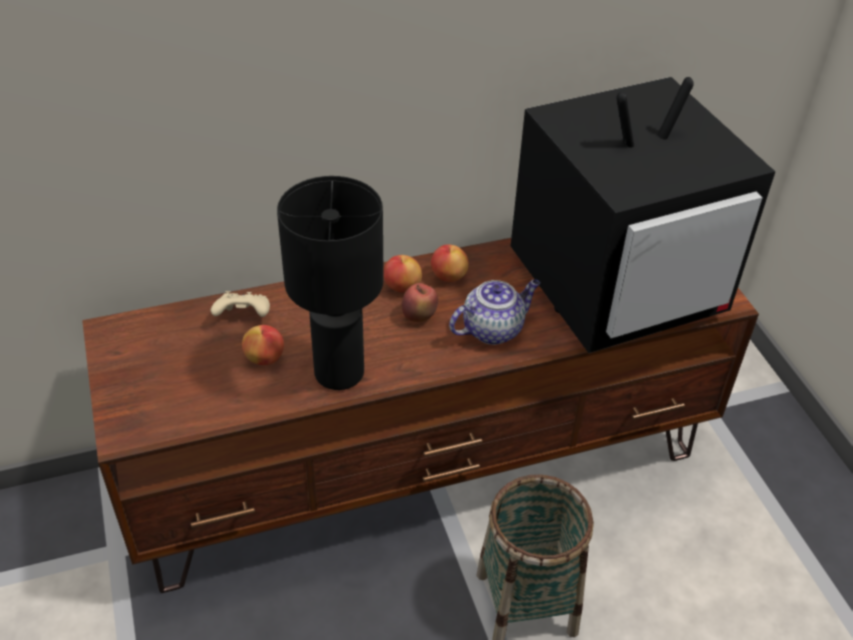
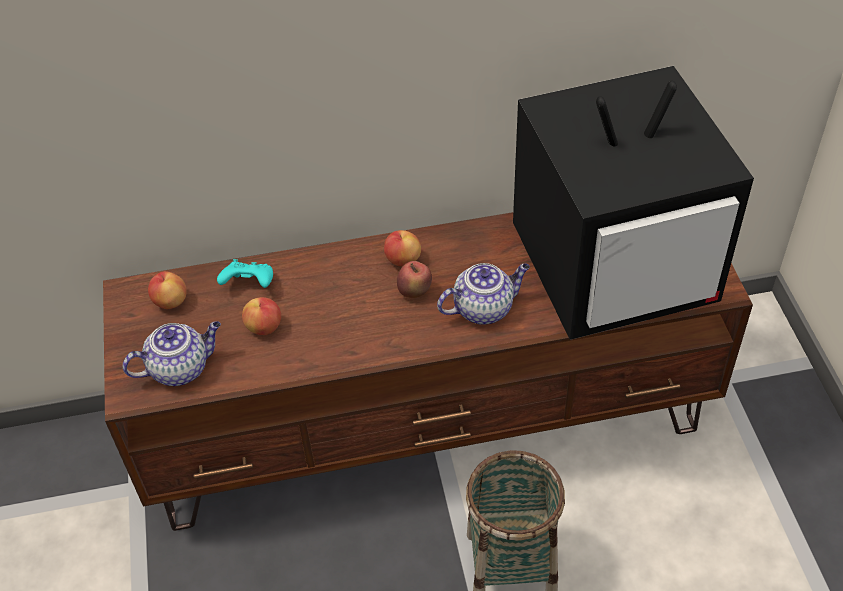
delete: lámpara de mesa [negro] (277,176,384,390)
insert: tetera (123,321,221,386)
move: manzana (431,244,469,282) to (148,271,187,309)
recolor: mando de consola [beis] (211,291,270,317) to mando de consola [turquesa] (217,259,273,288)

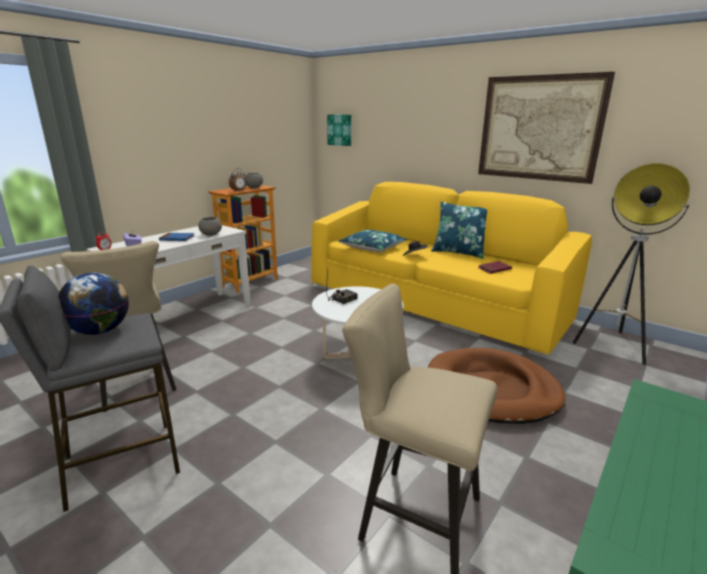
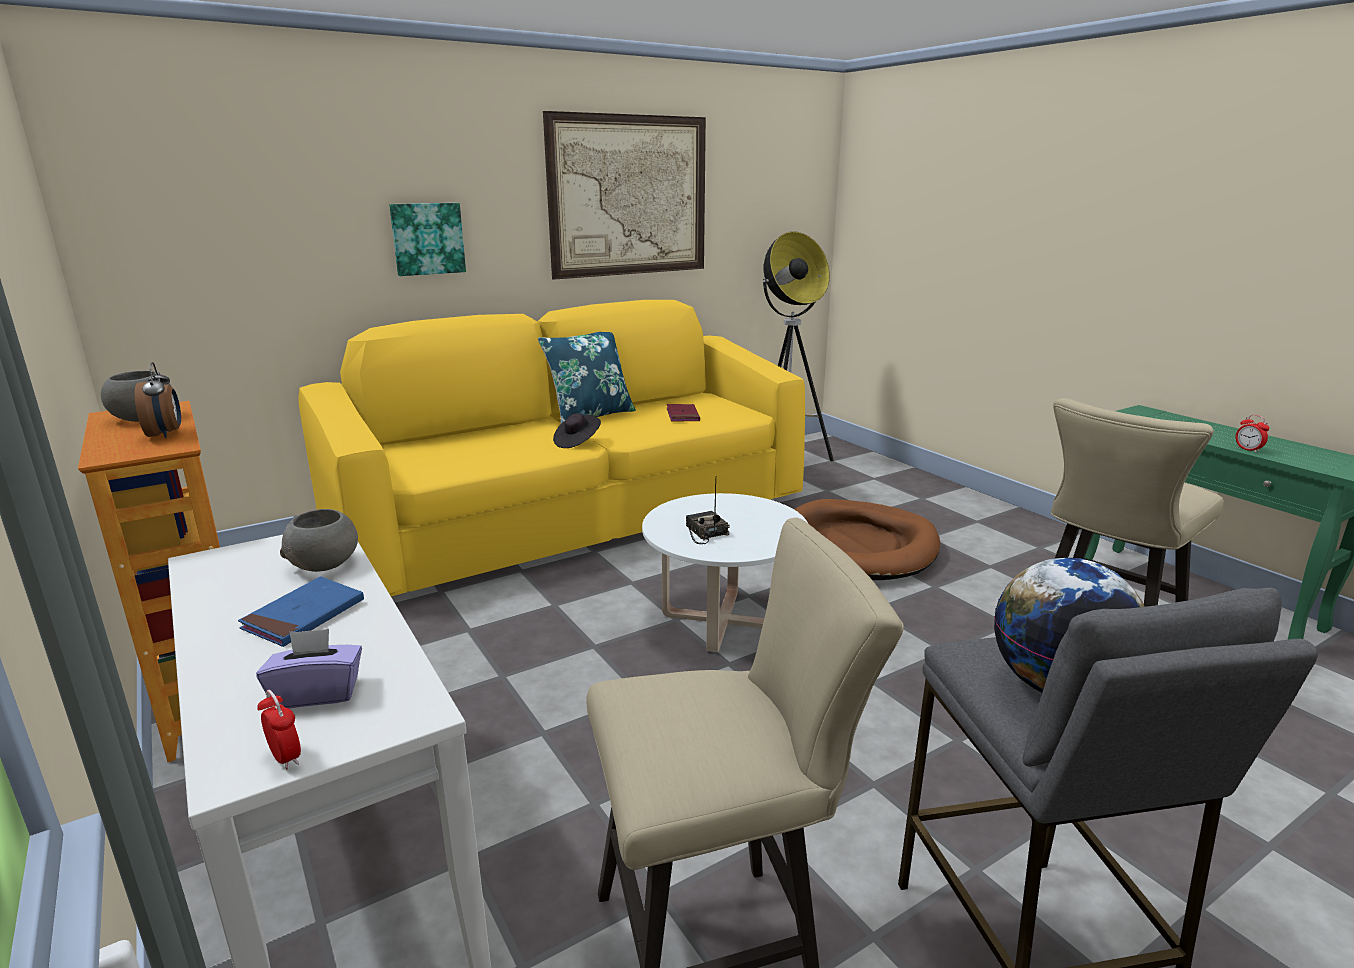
delete: cojín [azul] (338,230,407,252)
insert: despertador (1236,415,1269,453)
move: cuadro (327,115,351,146) to (389,203,466,276)

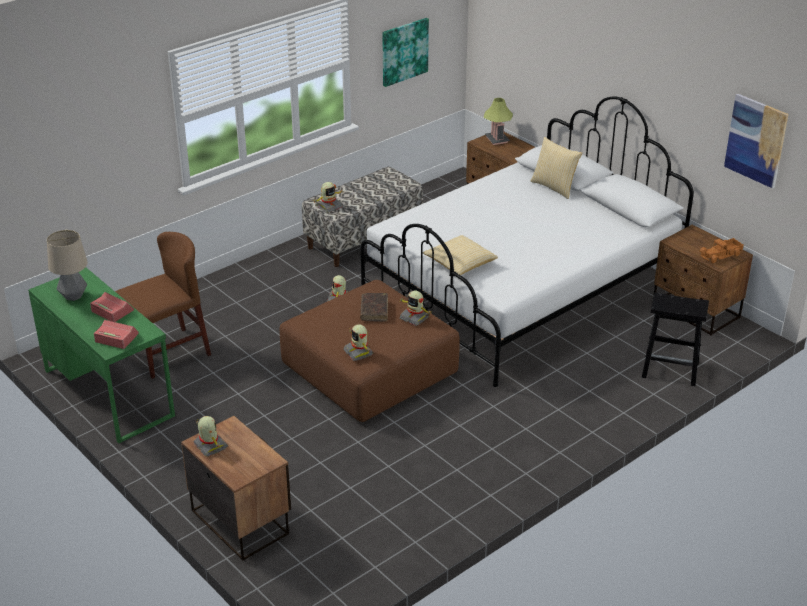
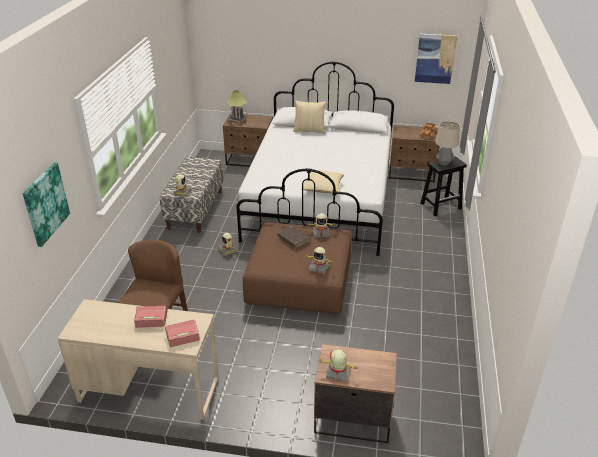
move: lámpara de mesa (47,230,88,301) to (435,121,460,166); cuadro (382,18,429,87) to (23,163,70,247)
recolor: escritorio [verde] (28,267,175,443) to escritorio [beis] (57,299,219,420)

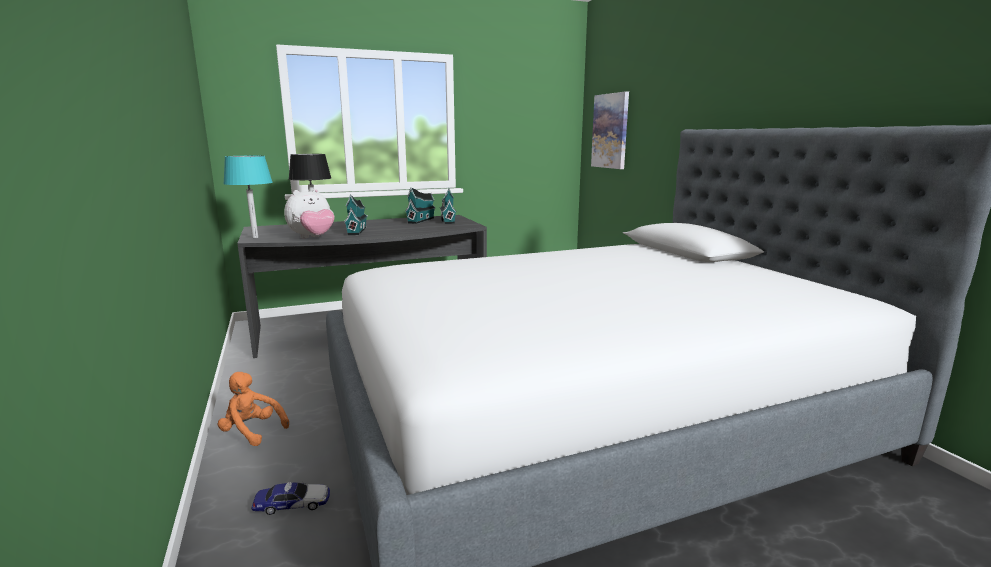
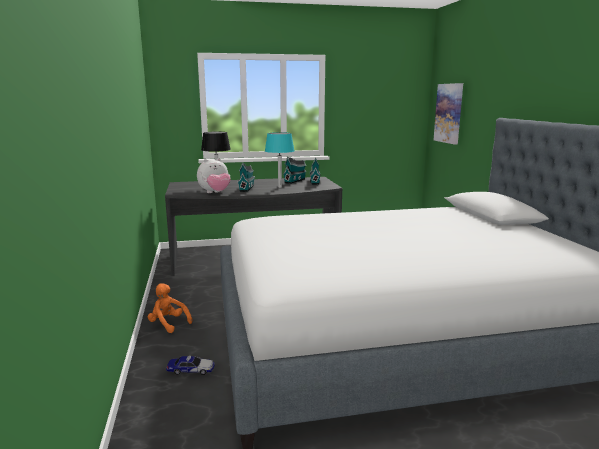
move: lámpara de mesa [turquesa] (223,156,273,238) to (265,132,295,188)

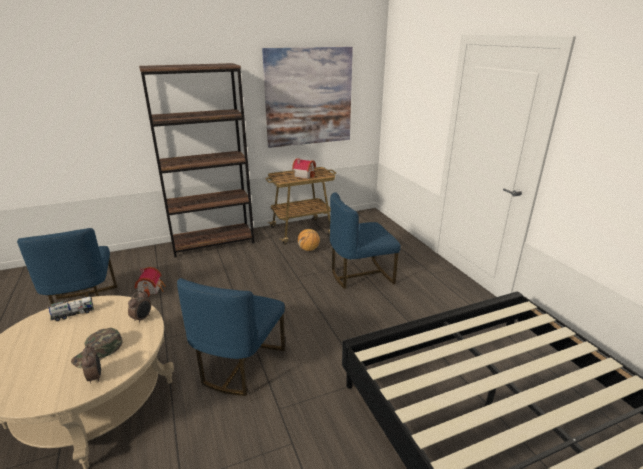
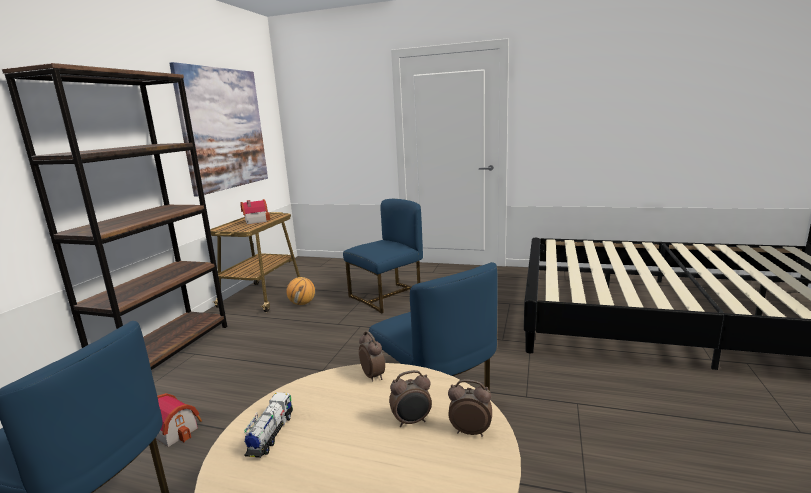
replace: gorra [verde] (71,328,122,368) to despertador (389,370,432,427)
rotate: silla [azul] (330,192,401,289) = (343,199,423,314) 150 degrees counterclockwise

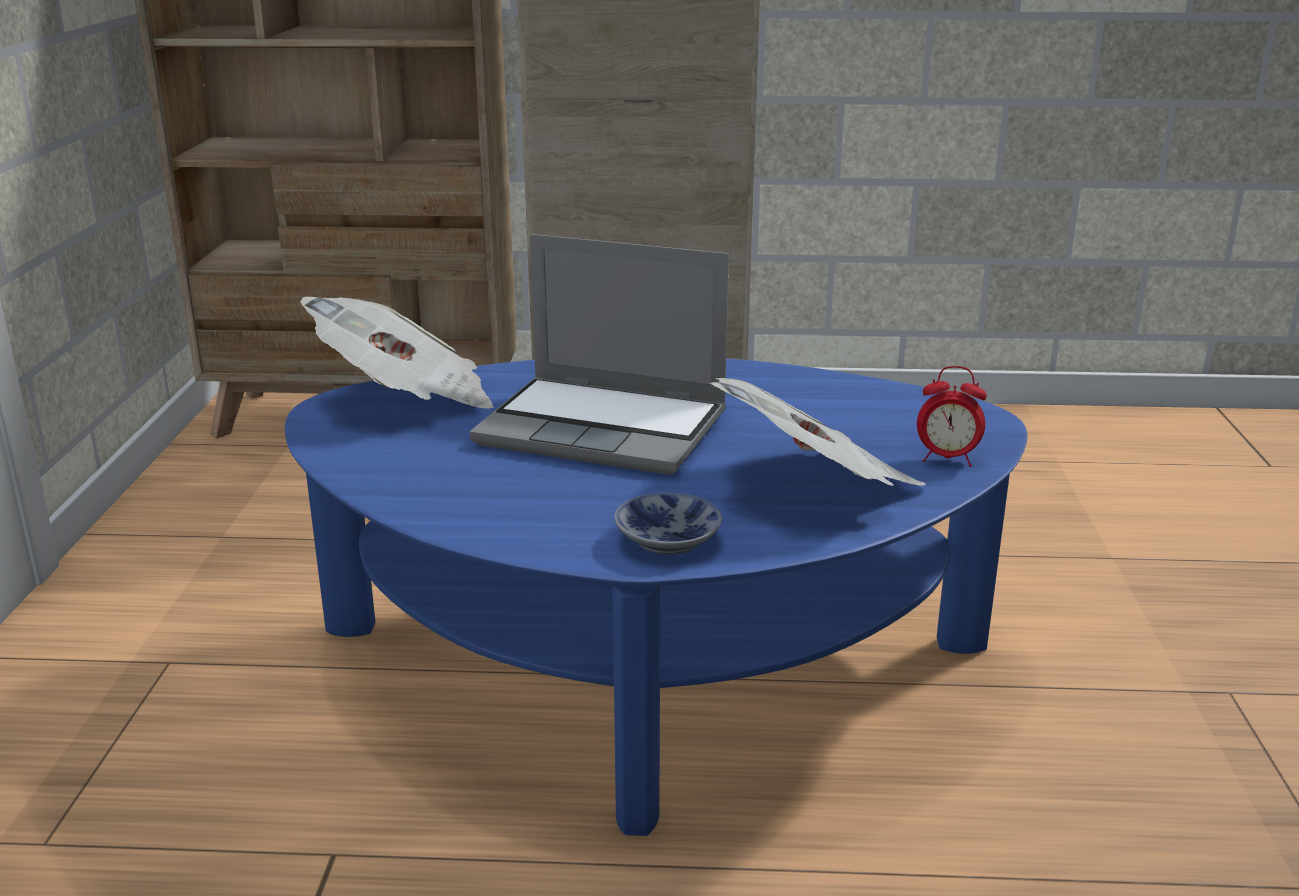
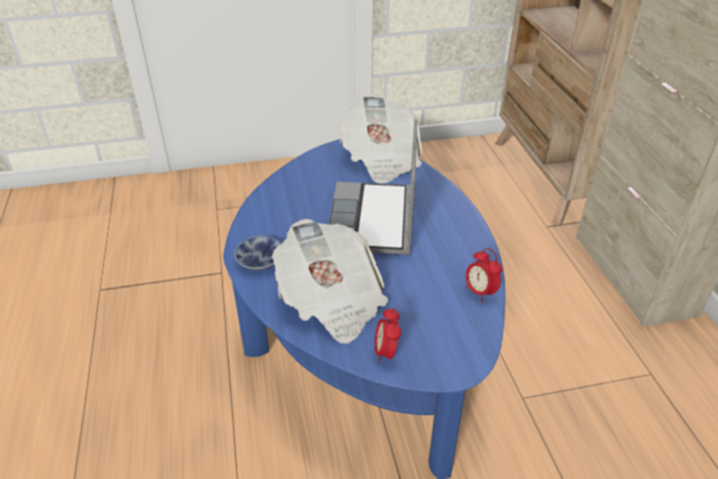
insert: despertador (465,248,503,303)

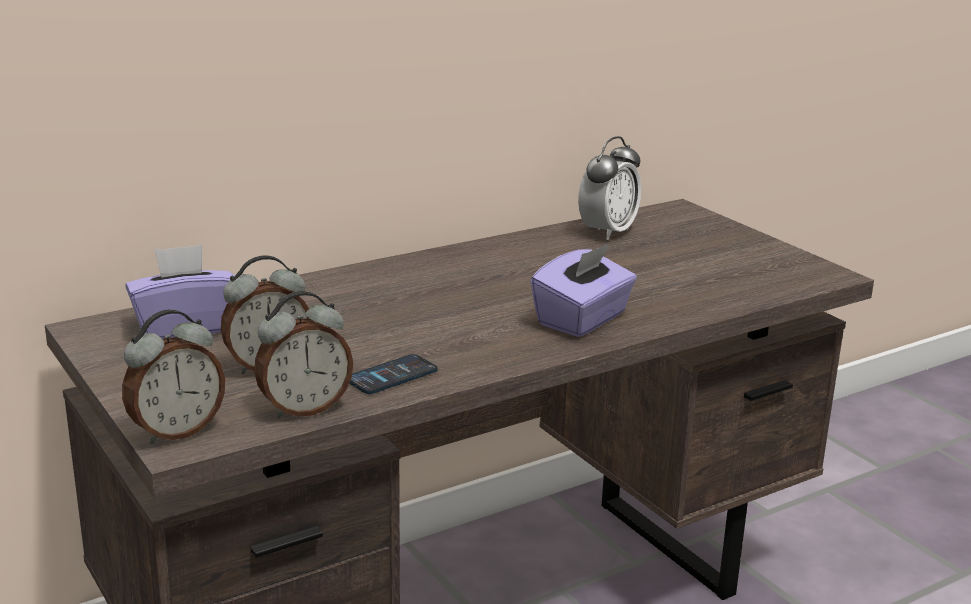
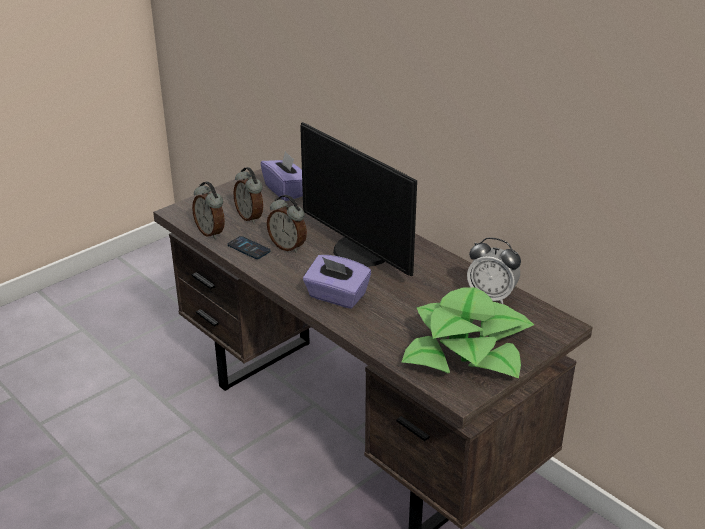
insert: monitor (300,122,417,276); planta en maceta (402,287,534,378)
move: despertador (122,309,225,444) to (267,195,307,253)

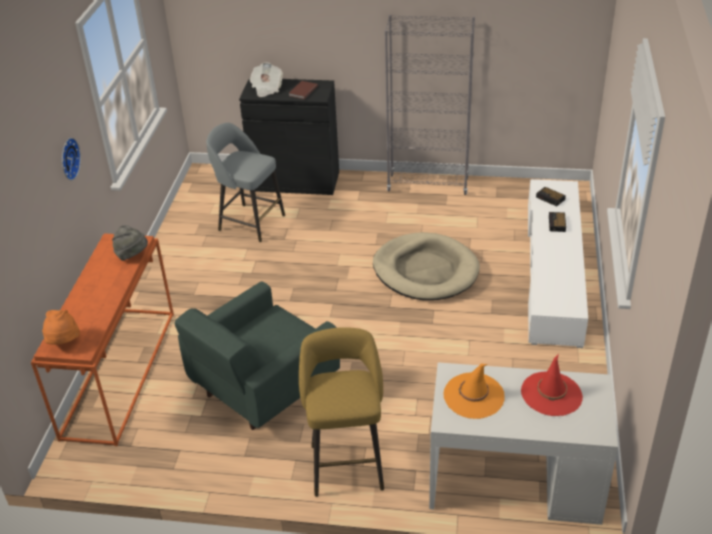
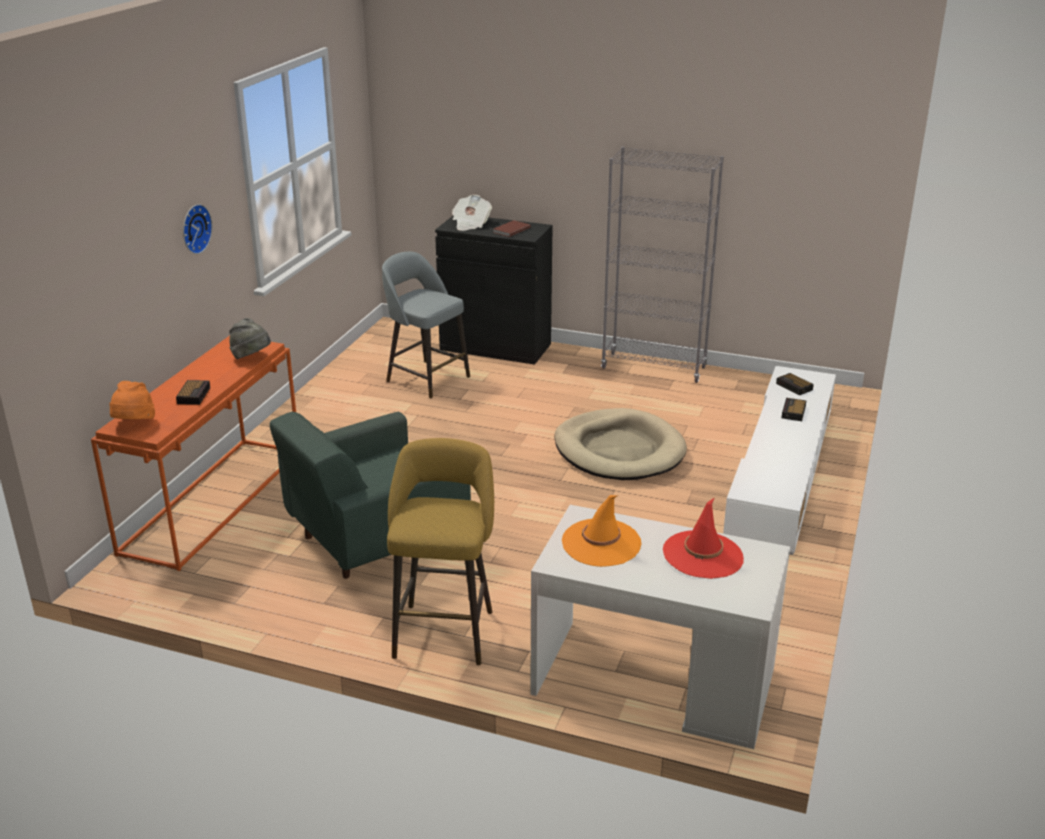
insert: despertador (176,380,210,405)

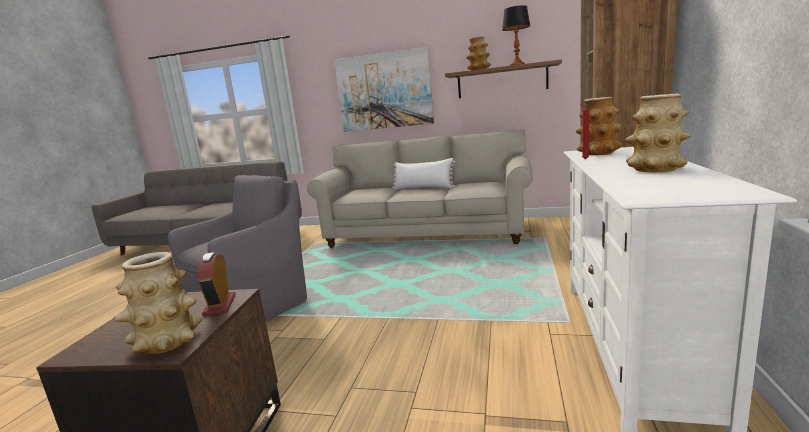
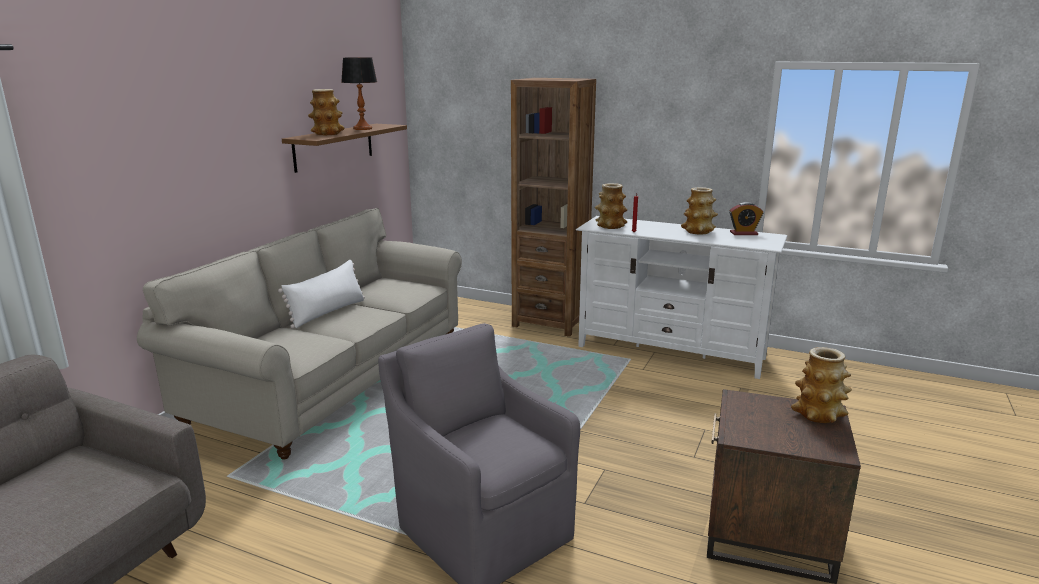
delete: cuadro (334,47,434,132)
move: despertador (197,252,236,316) to (729,202,763,235)

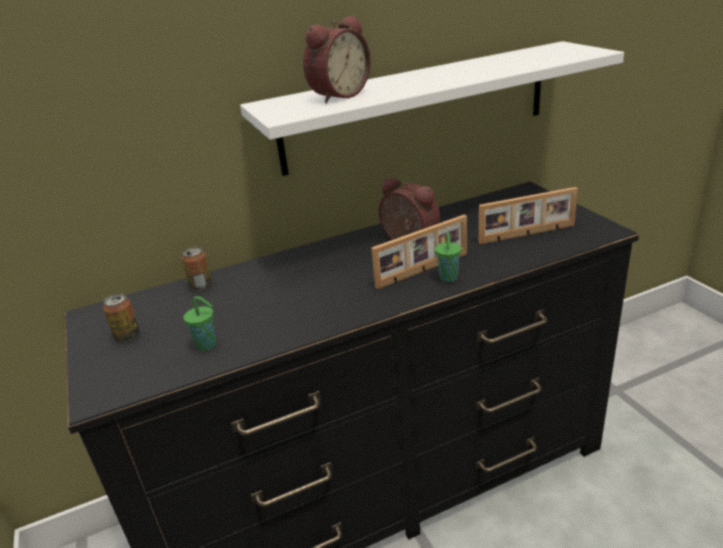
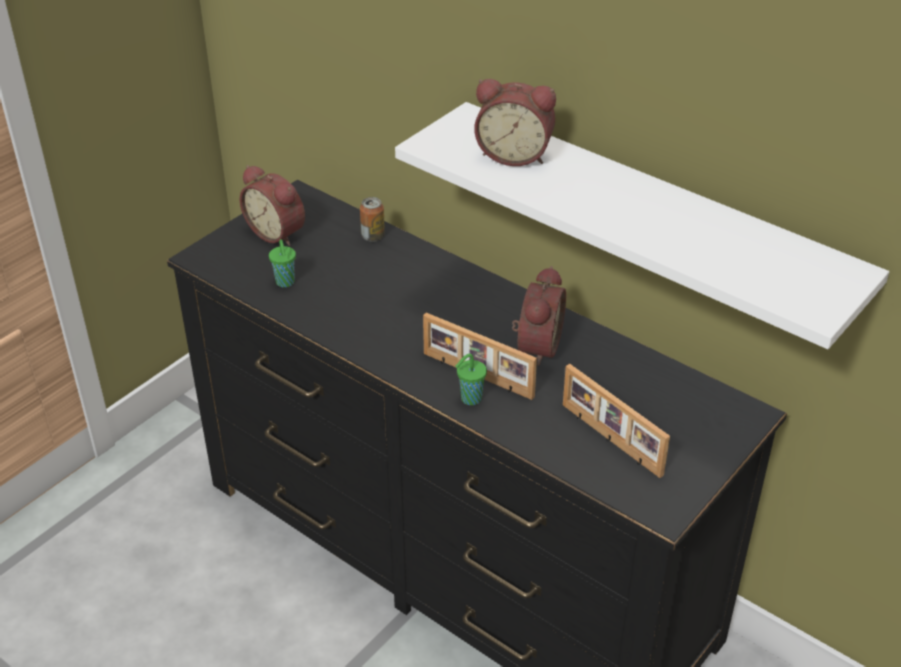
replace: lata (103,293,140,342) to despertador (240,165,305,246)

